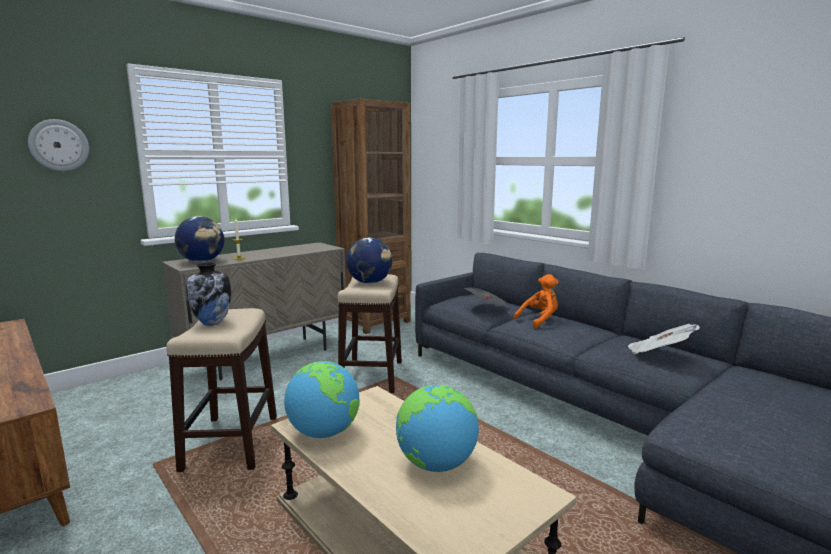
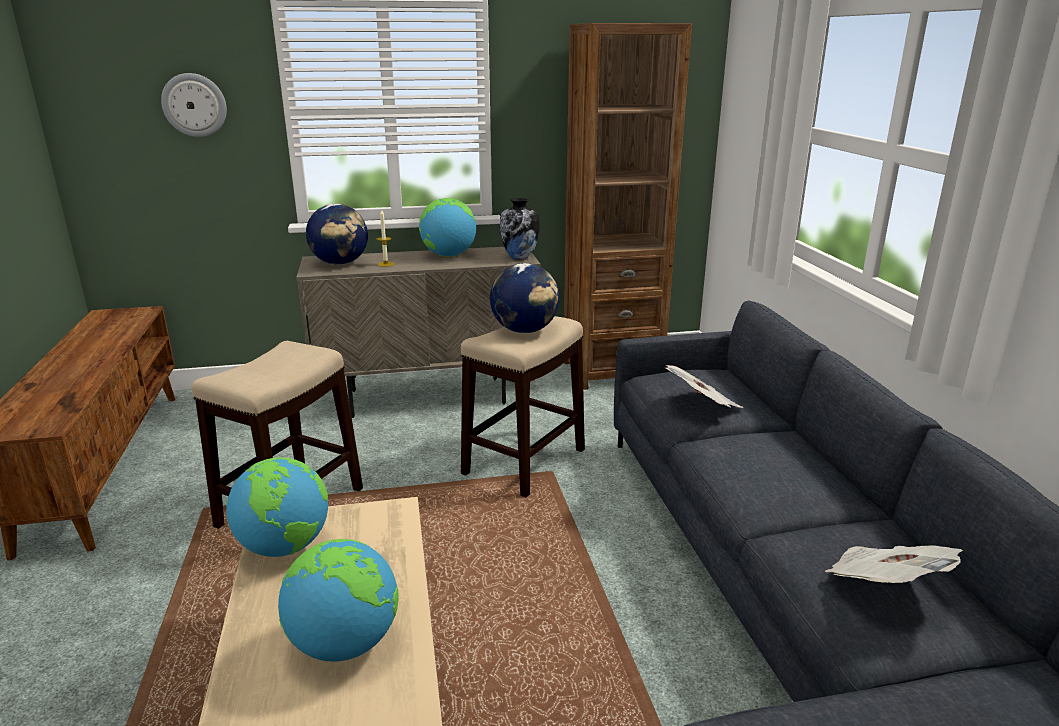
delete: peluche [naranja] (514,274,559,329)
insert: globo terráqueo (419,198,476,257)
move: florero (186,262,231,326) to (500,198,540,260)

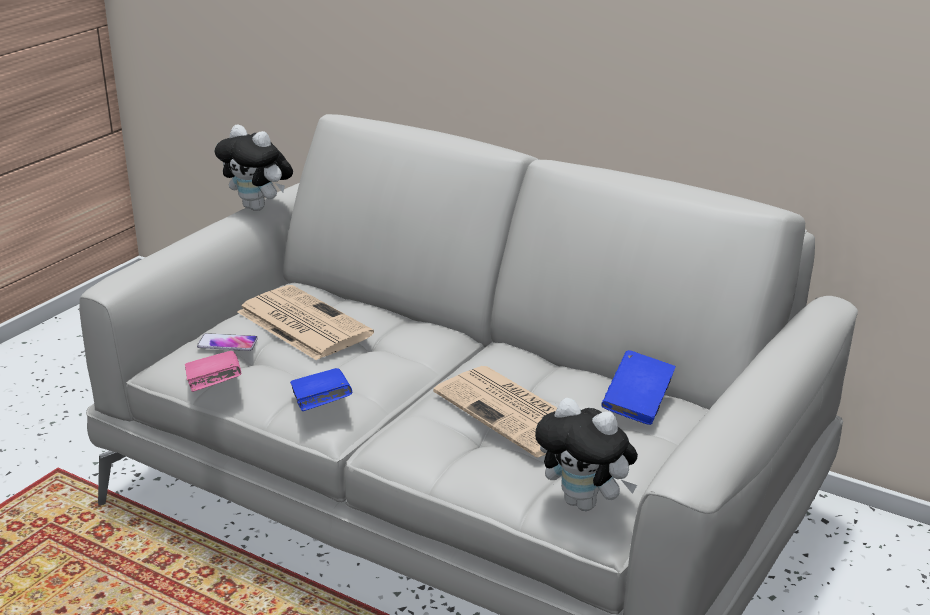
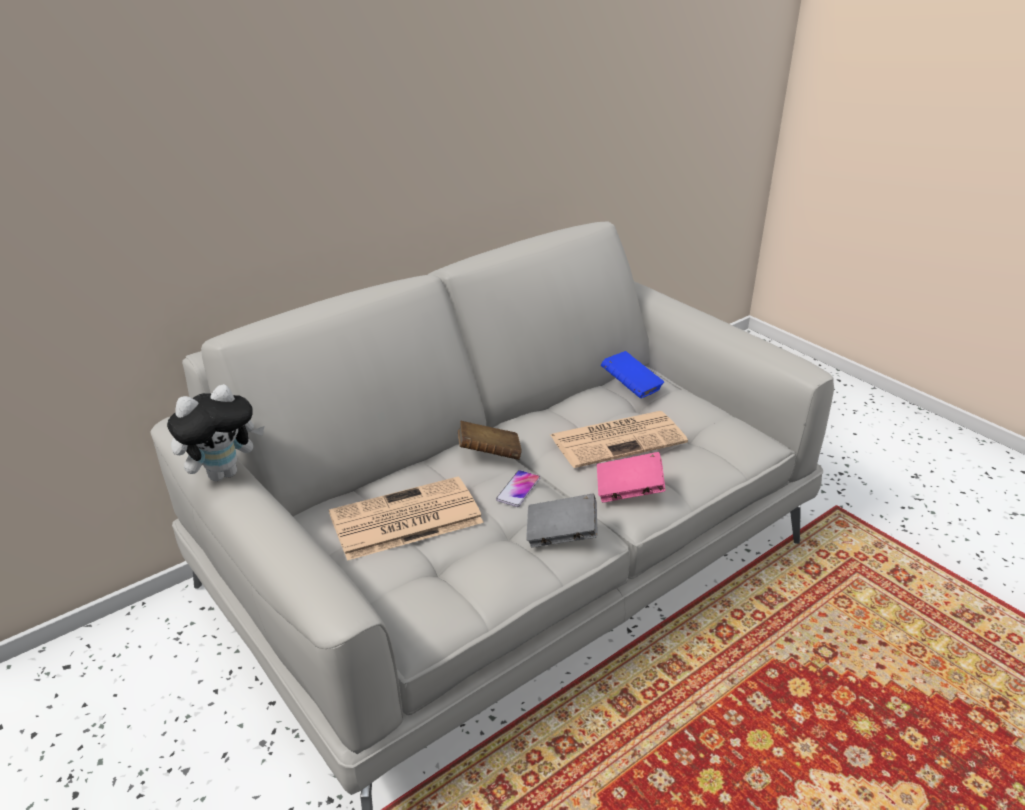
delete: peluche (535,398,638,511)
insert: libro [marrón] (458,421,522,460)
move: libro [rosa] (185,351,241,392) to (597,452,665,503); móvil (197,333,258,351) to (496,470,540,507)
recolor: libro [azul] (290,368,352,411) to libro [gris] (526,494,598,548)

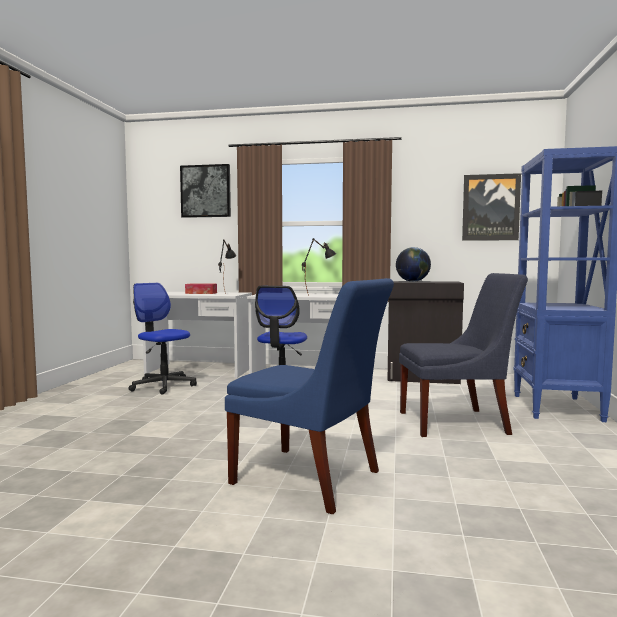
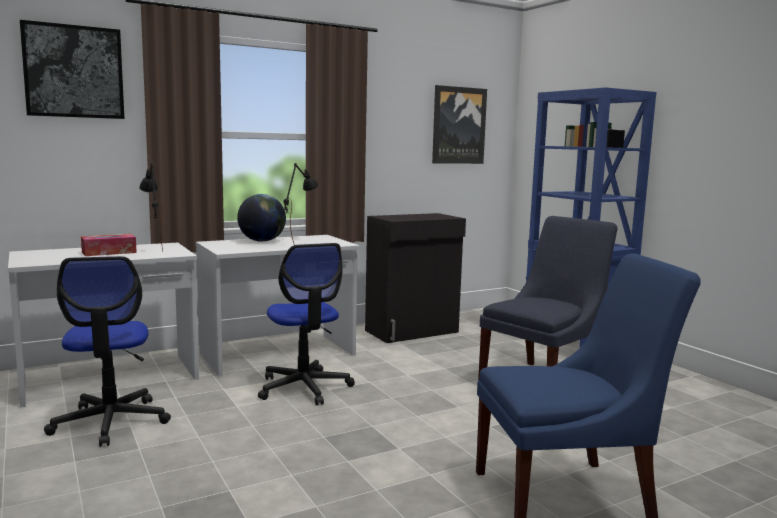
move: globo terráqueo (396,247,431,282) to (237,194,286,242)
rotate: silla de oficina (129,283,197,394) = (44,256,171,447) 105 degrees counterclockwise

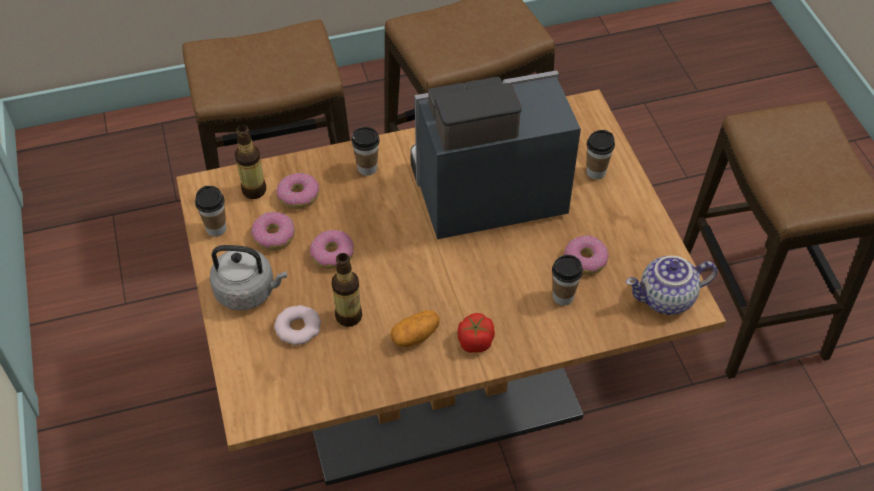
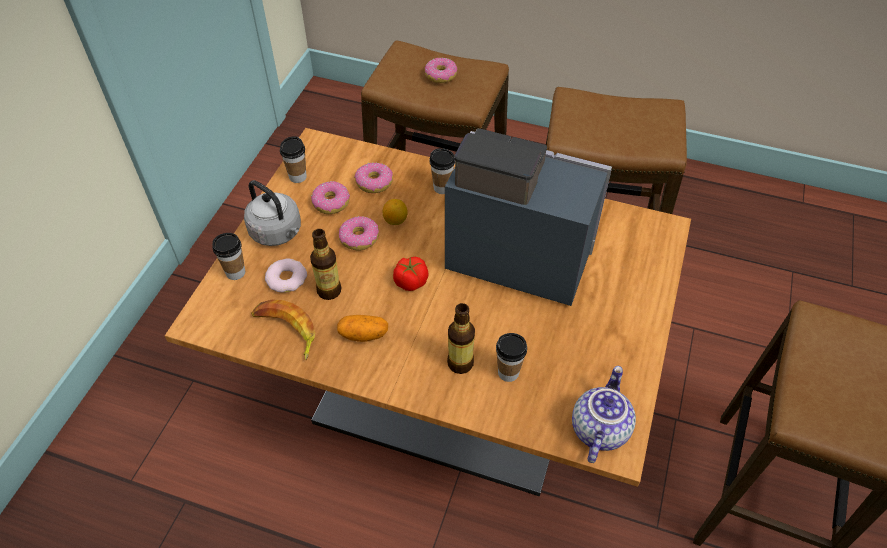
insert: plátano (251,299,315,360); limón (383,199,408,225)
move: botella (235,125,266,199) to (447,303,475,374); tomate (458,313,495,353) to (393,256,429,291); rosquilla (564,236,609,275) to (425,58,458,83); taza (587,130,615,180) to (212,233,245,280)
rotate: tetera (626,256,717,315) = (572,366,636,463) 90 degrees clockwise

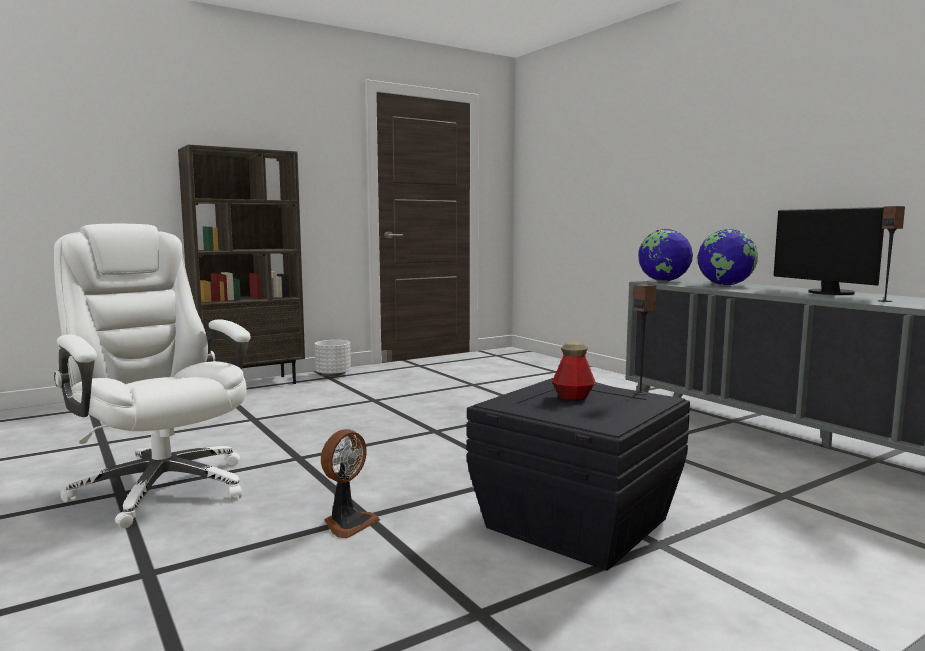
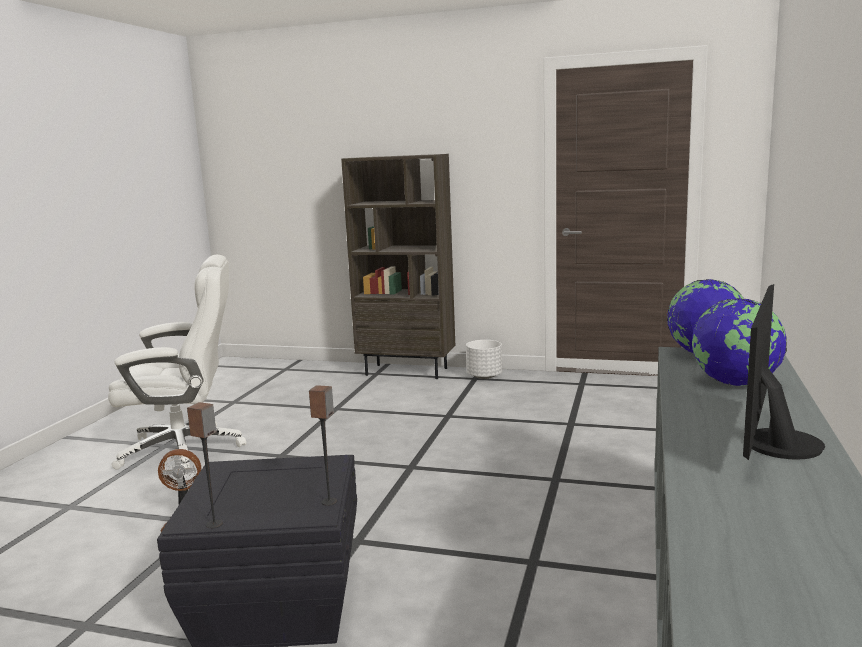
delete: botella (552,342,595,401)
move: altavoz (878,206,905,302) to (187,402,223,529)
rotate: silla de oficina [blanco] (54,224,251,528) = (108,255,246,470) 75 degrees clockwise

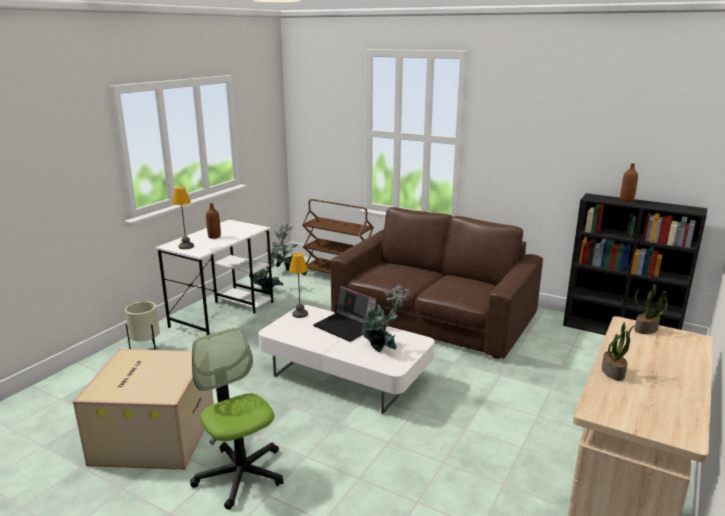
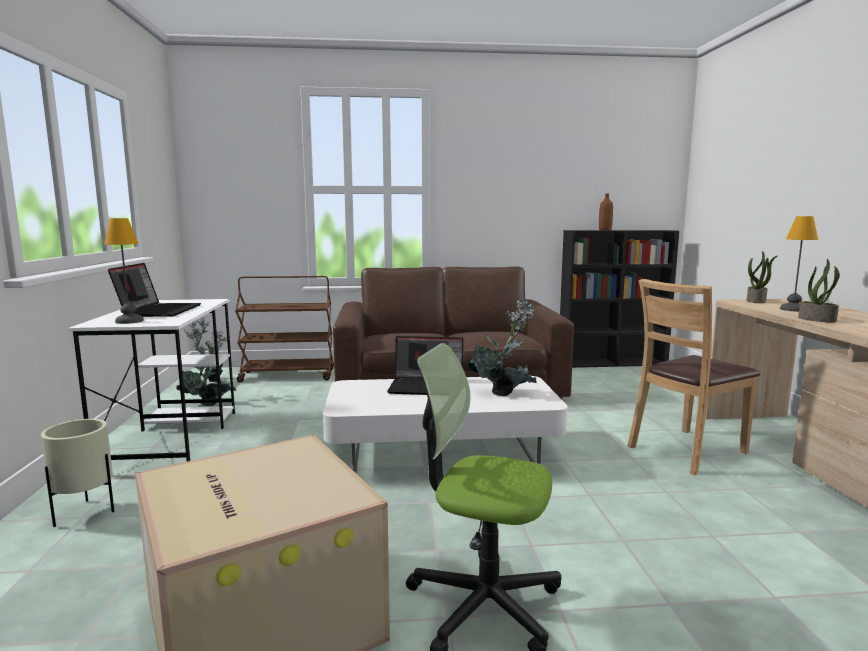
insert: silla [marrón] (628,279,760,475)
move: lámpara de mesa (289,253,308,318) to (780,216,818,312)
replace: botella [marrón] (206,203,221,239) to portátil (108,263,201,317)

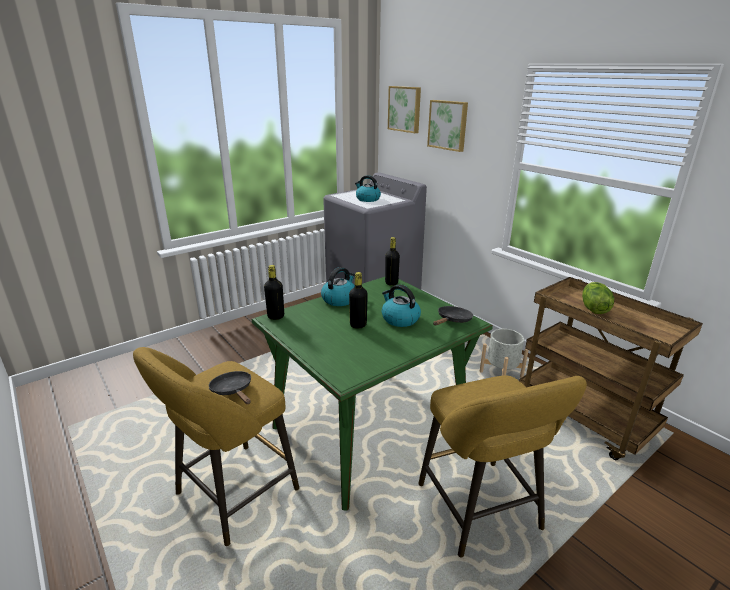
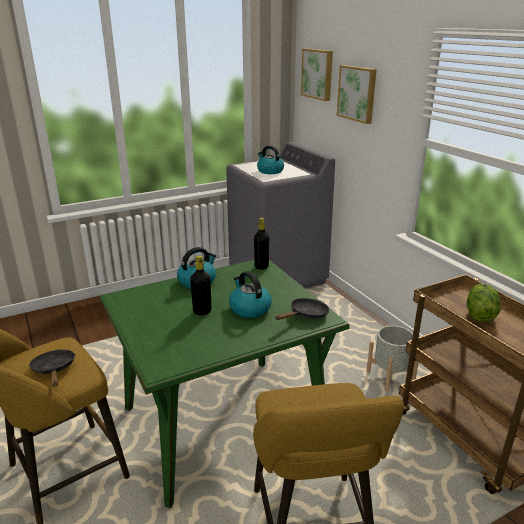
delete: botella [negro] (264,265,284,320)

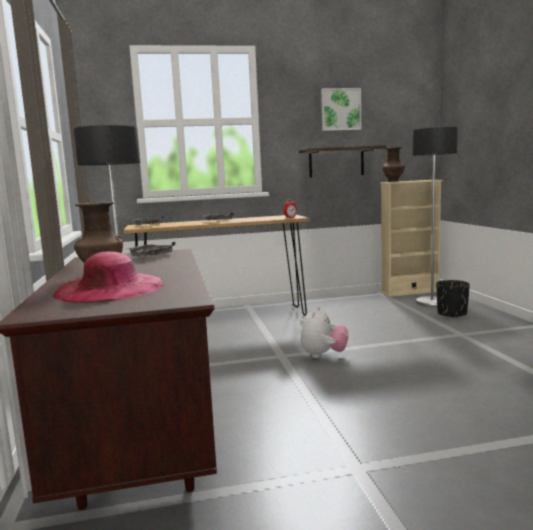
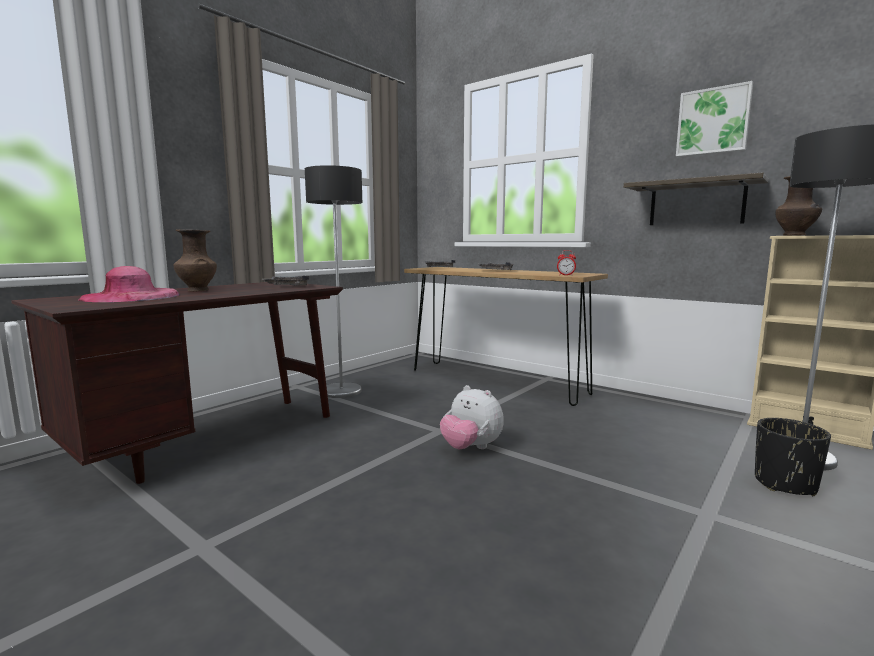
rotate: peluche (301,307,348,358) = (440,385,504,450) 60 degrees clockwise

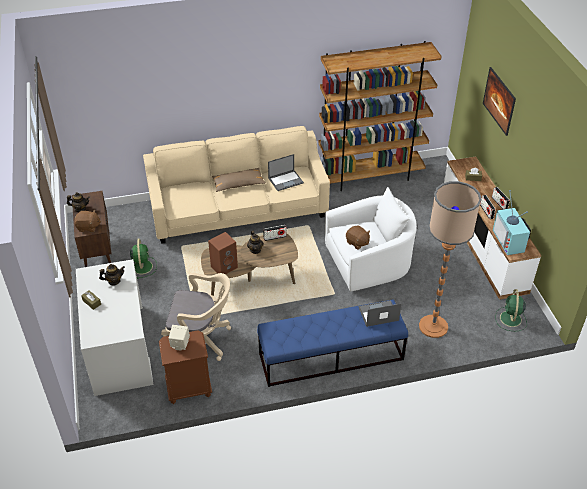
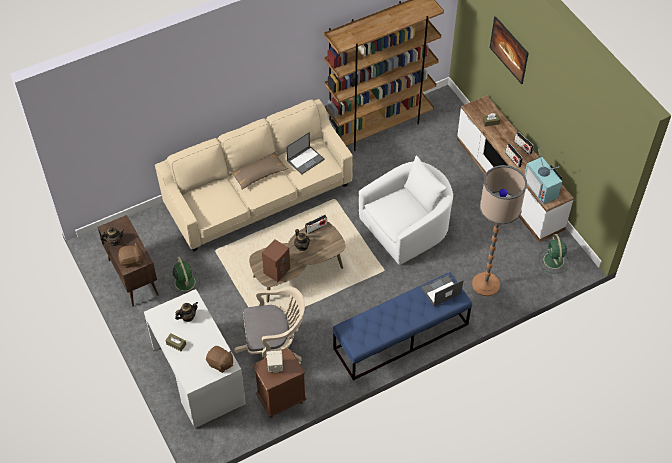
move: peluche [marrón] (346,225,370,250) to (206,346,233,373)

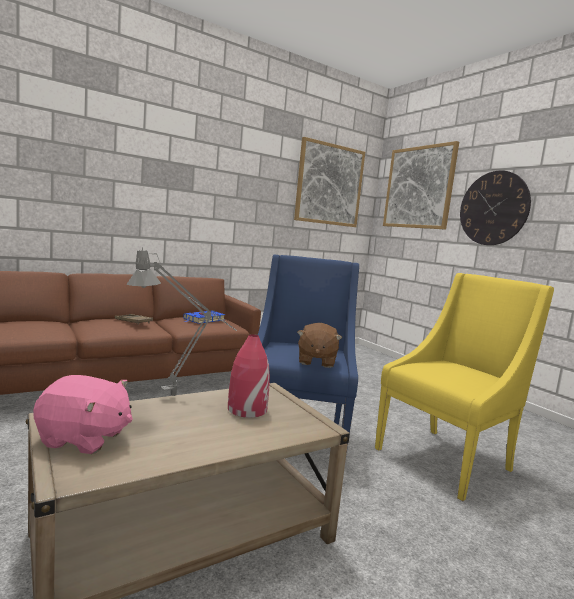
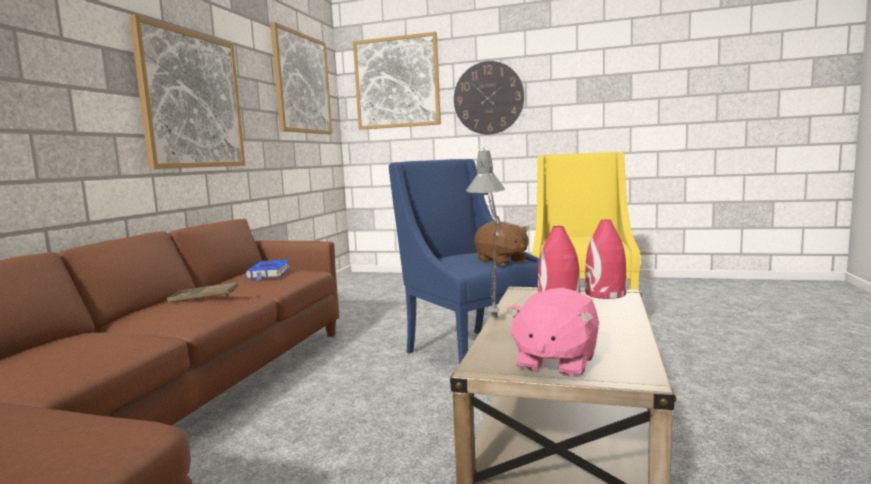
insert: cuadro (129,15,245,169); florero [rojo] (585,219,626,299)
rotate: peluche [rosa] (33,375,133,454) = (506,288,599,377) 150 degrees clockwise

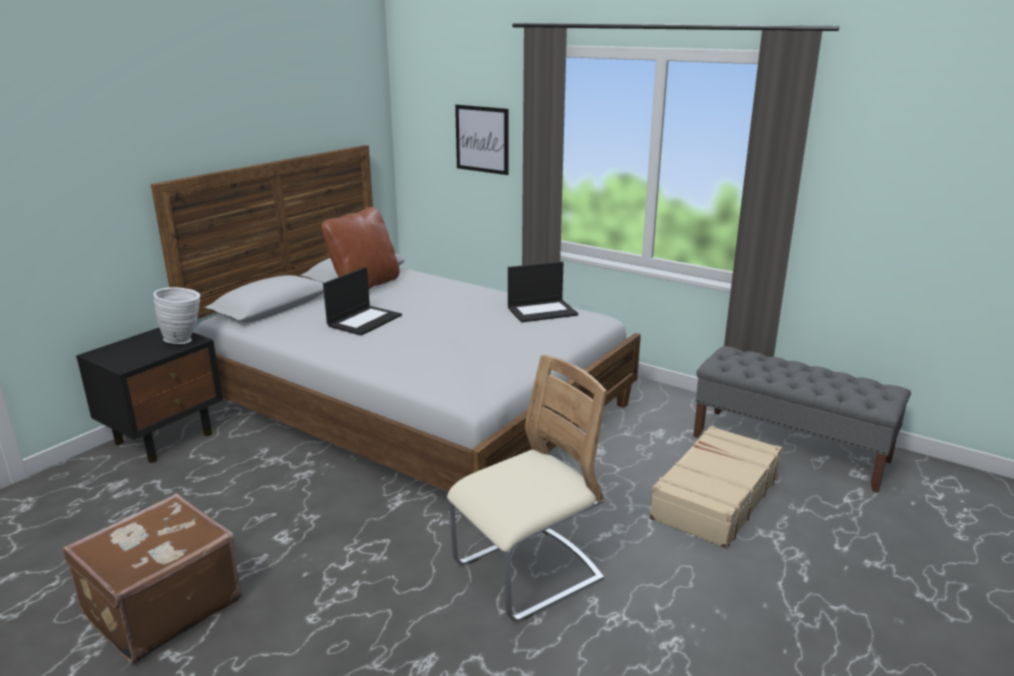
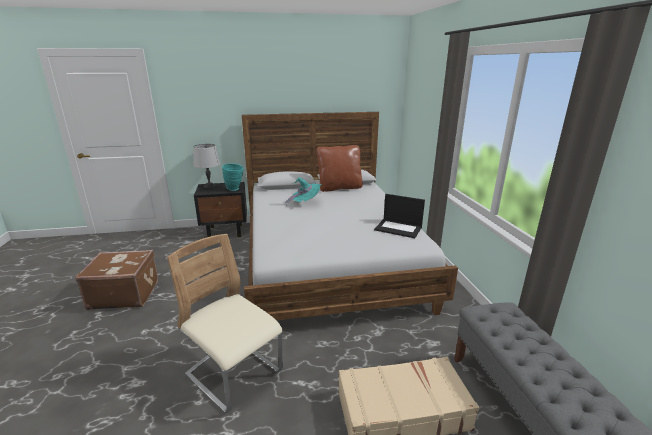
delete: cuadro (455,105,509,175)
insert: lámpara de mesa [gris] (193,144,220,188)
replace: portátil (323,267,402,335) to sombrero [turquesa] (285,177,321,204)
recolor: florero [blanco] (154,287,200,344) to florero [turquesa] (222,163,244,191)
rotate: silla [beis] (447,355,607,622) = (167,234,283,413) 150 degrees counterclockwise

